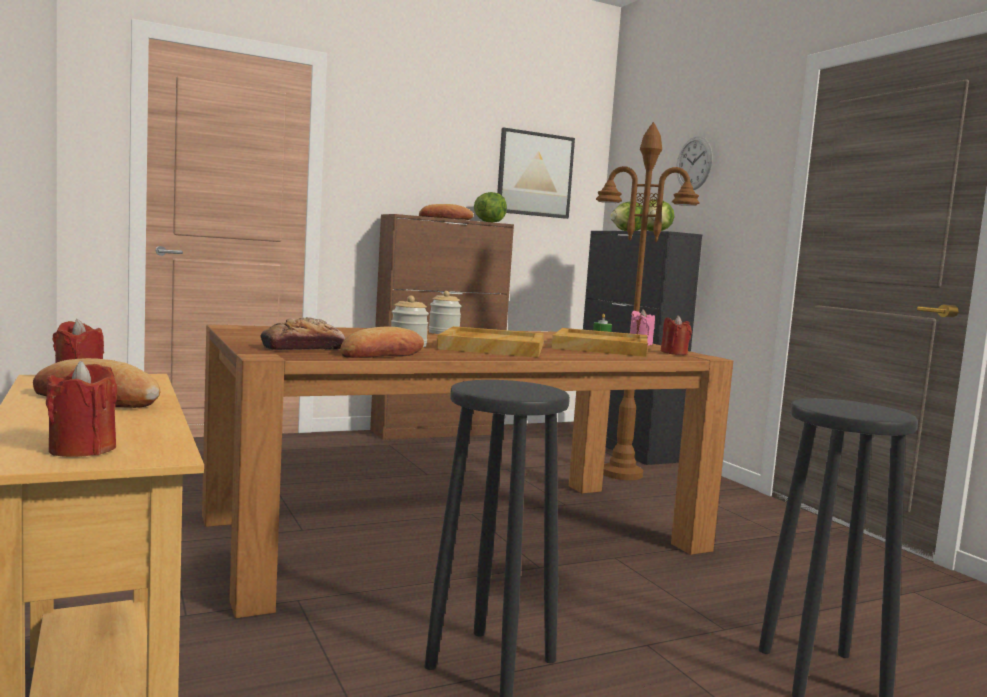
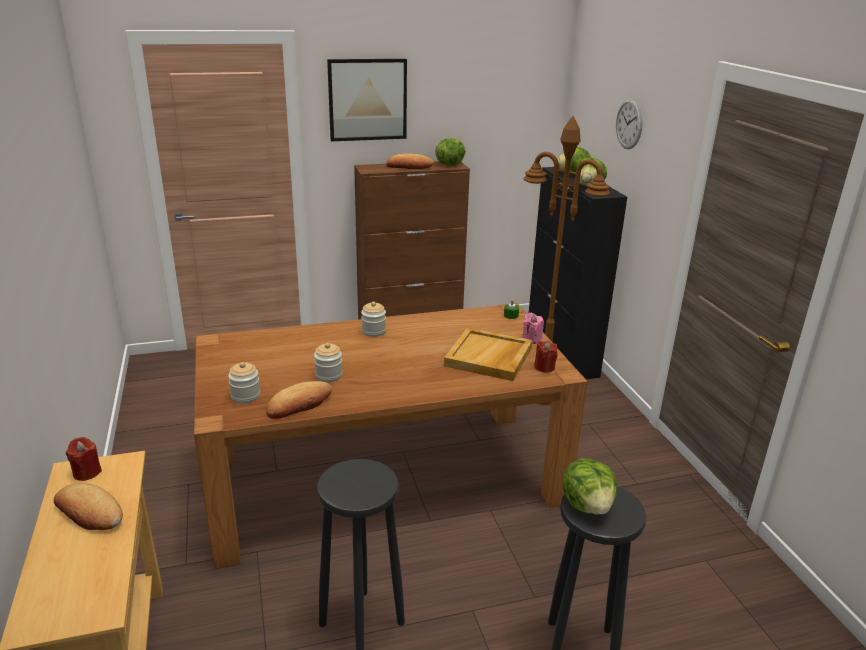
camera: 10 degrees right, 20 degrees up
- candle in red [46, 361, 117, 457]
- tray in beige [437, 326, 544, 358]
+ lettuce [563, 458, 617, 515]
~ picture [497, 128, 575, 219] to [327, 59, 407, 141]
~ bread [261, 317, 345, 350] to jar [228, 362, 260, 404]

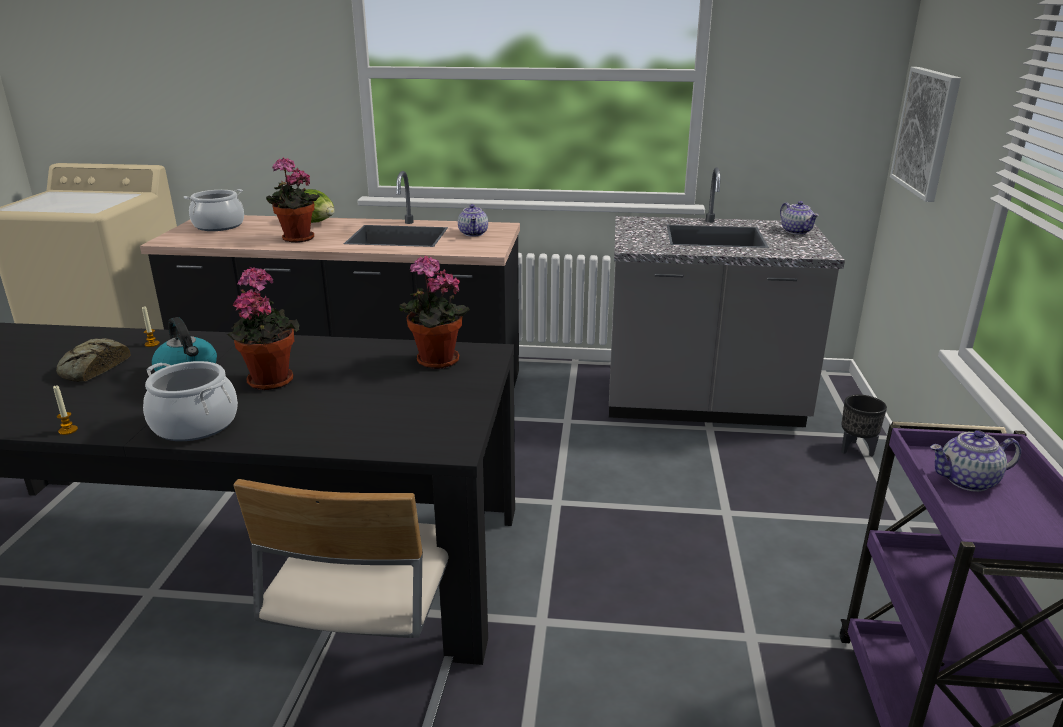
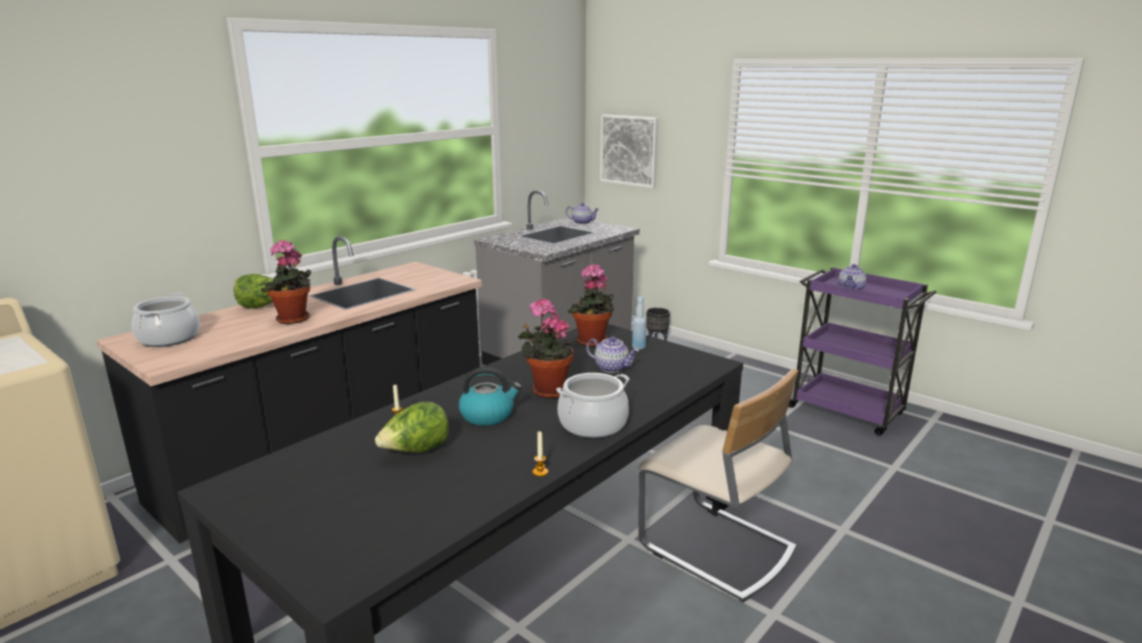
camera: 55 degrees left, 5 degrees down
+ bottle in blue [632, 297, 647, 349]
~ teapot [458, 204, 488, 237] to [586, 336, 639, 373]
~ bread [56, 338, 131, 382] to lettuce [375, 402, 449, 453]

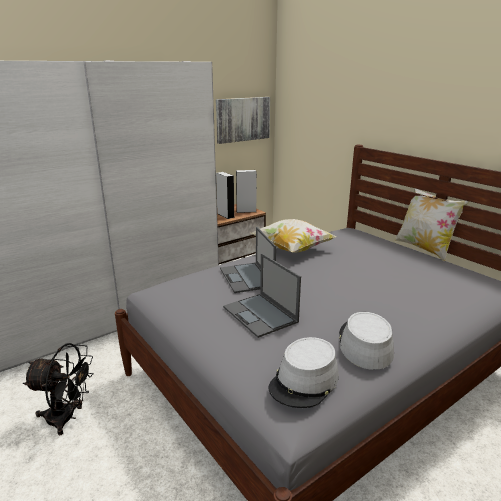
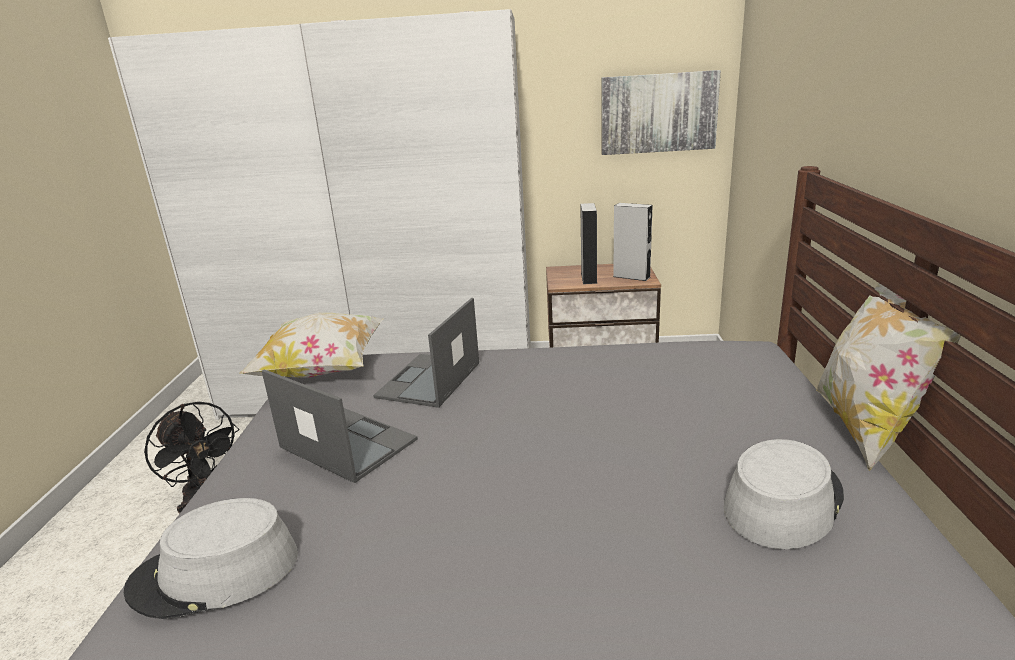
camera: 40 degrees right, 0 degrees up
~ pillow [251, 219, 337, 253] to [239, 313, 384, 378]
~ hat in grey [339, 312, 394, 370] to [724, 439, 844, 549]
~ laptop [223, 253, 301, 338] = [262, 369, 418, 483] 120 degrees clockwise

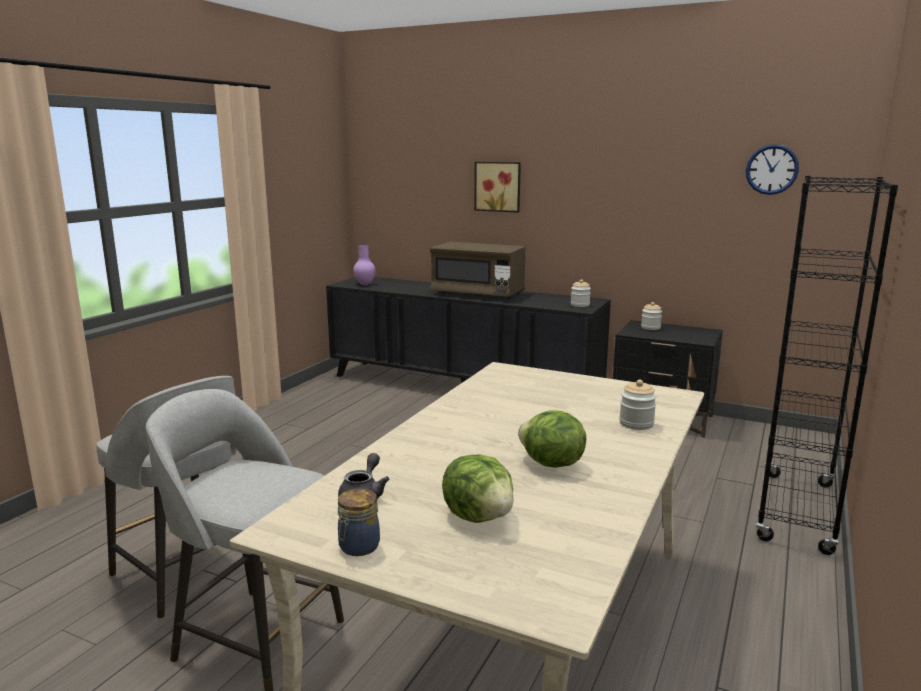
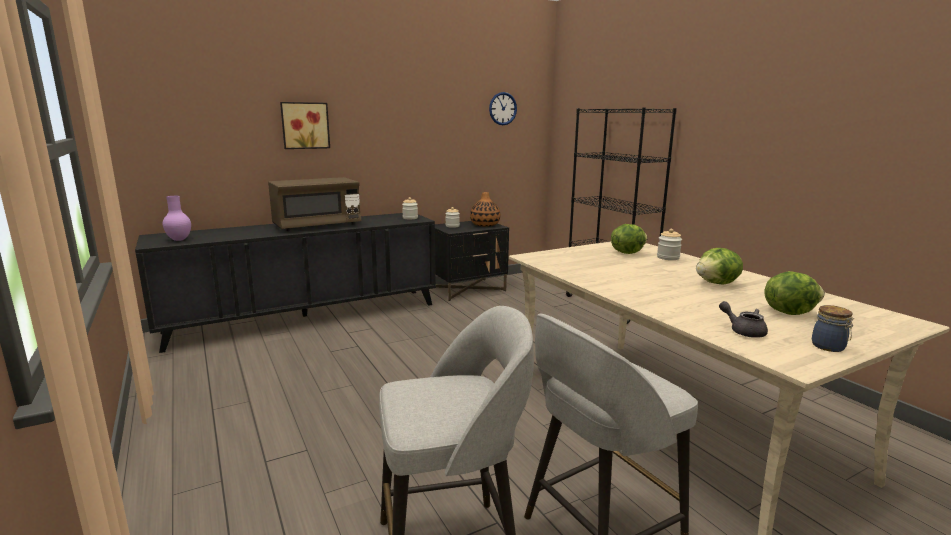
camera: 55 degrees left, 0 degrees up
+ vase [470, 192, 500, 227]
+ lettuce [611, 224, 648, 254]

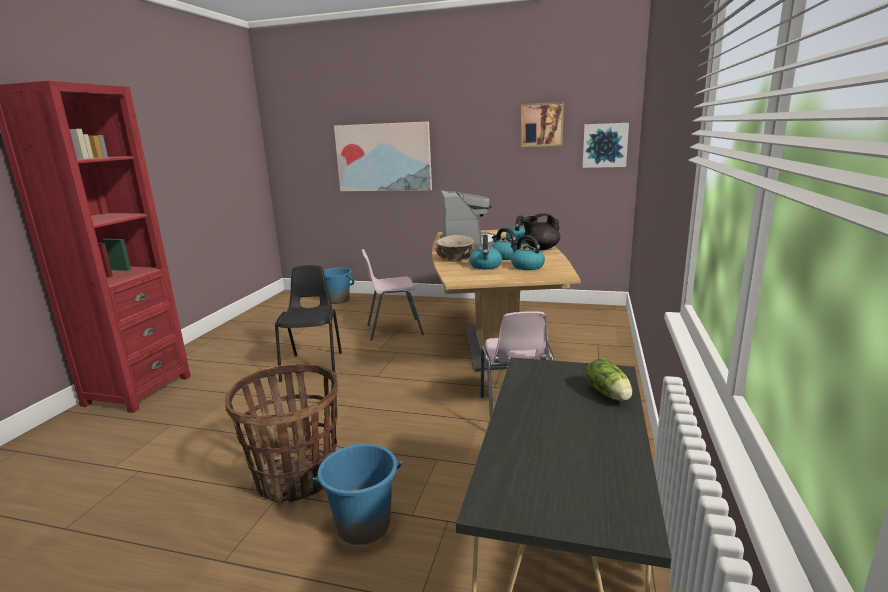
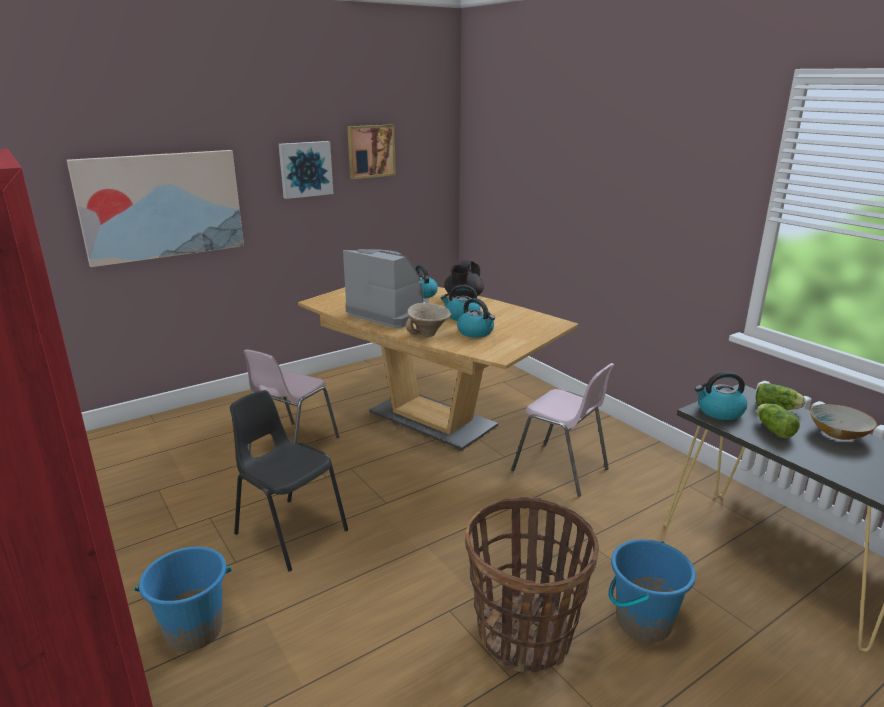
camera: 50 degrees left, 5 degrees up
+ lettuce [757, 404, 800, 438]
+ bowl [810, 404, 877, 440]
~ bucket in blue [323, 268, 354, 304] to [134, 547, 232, 652]
~ kettle [511, 235, 545, 270] to [695, 372, 747, 420]
~ picture [583, 123, 629, 168] to [279, 141, 334, 199]

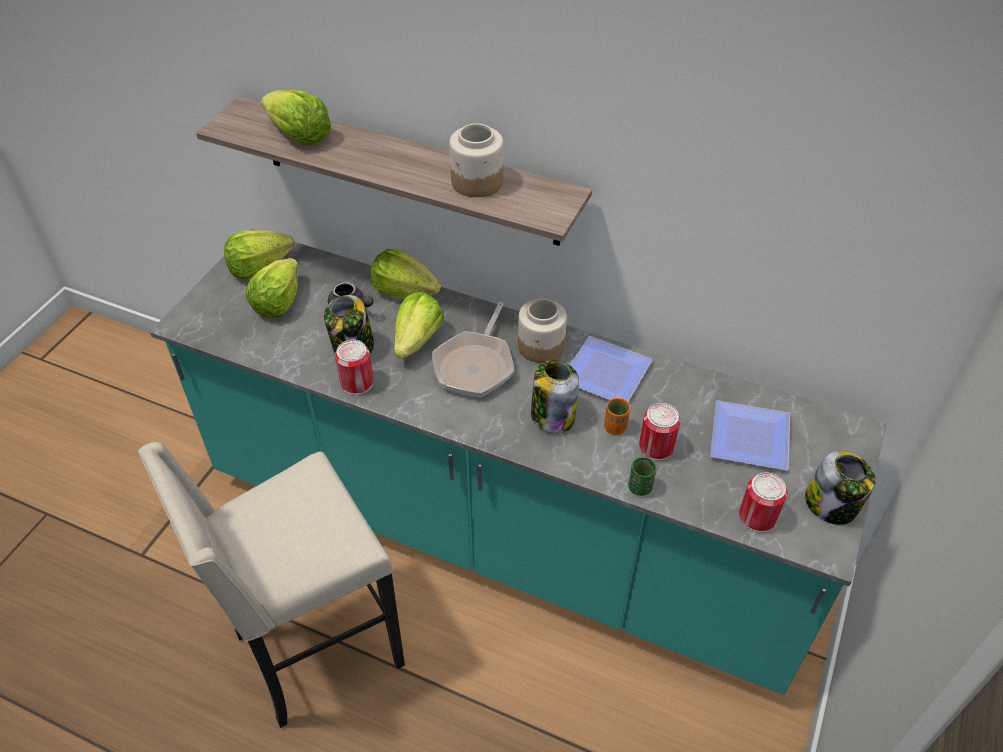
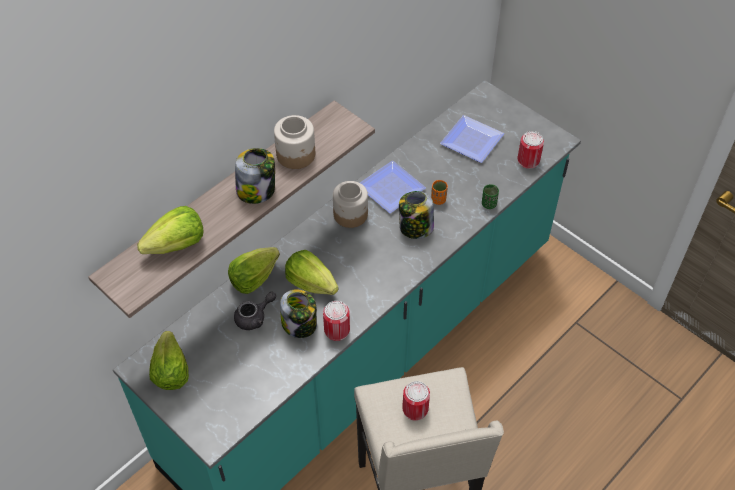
camera: 70 degrees left, 5 degrees up
- lettuce [246, 258, 299, 318]
- frying pan [432, 302, 514, 398]
~ can [639, 403, 681, 461] to [402, 381, 430, 421]
~ jar [805, 451, 876, 525] to [235, 148, 275, 204]

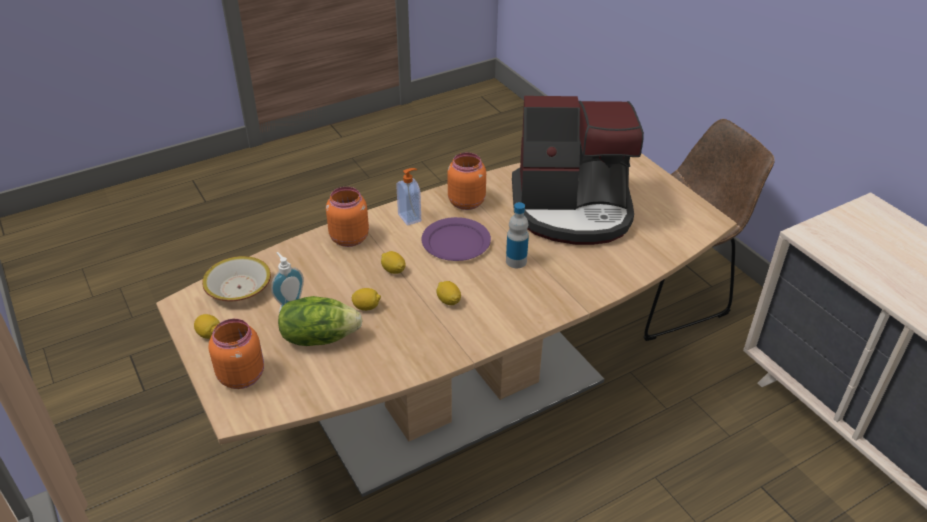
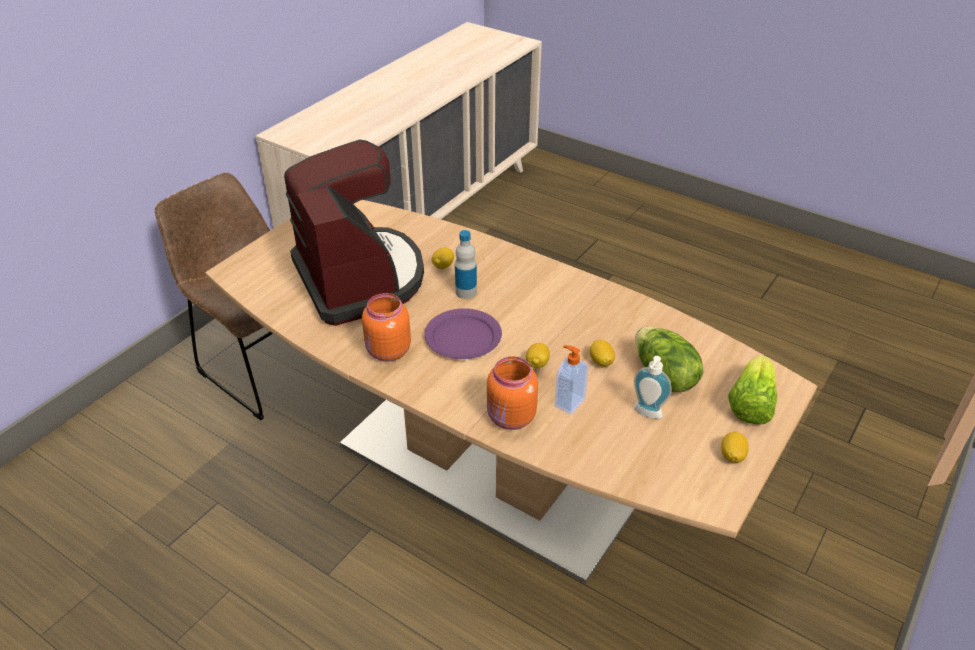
camera: 115 degrees left, 0 degrees up
- bowl [202, 256, 271, 301]
~ soap dispenser [396, 168, 421, 226] to [554, 345, 589, 415]
~ lemon [437, 281, 461, 305] to [432, 247, 454, 269]
~ jar in orange [208, 319, 264, 389] to lettuce [728, 355, 777, 424]

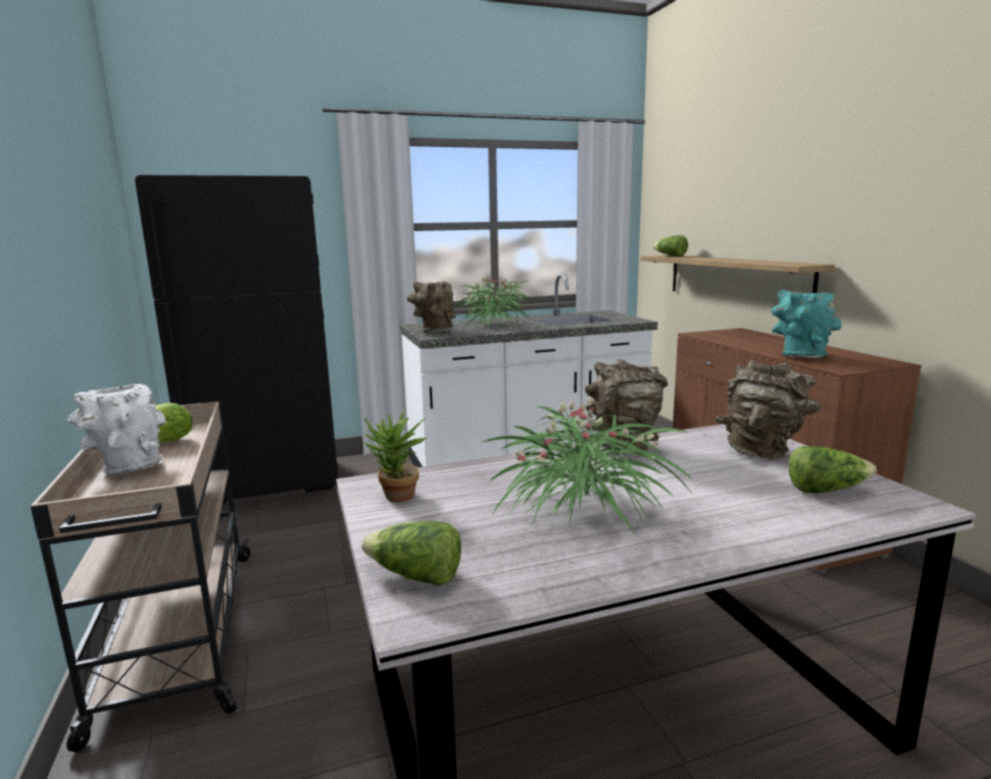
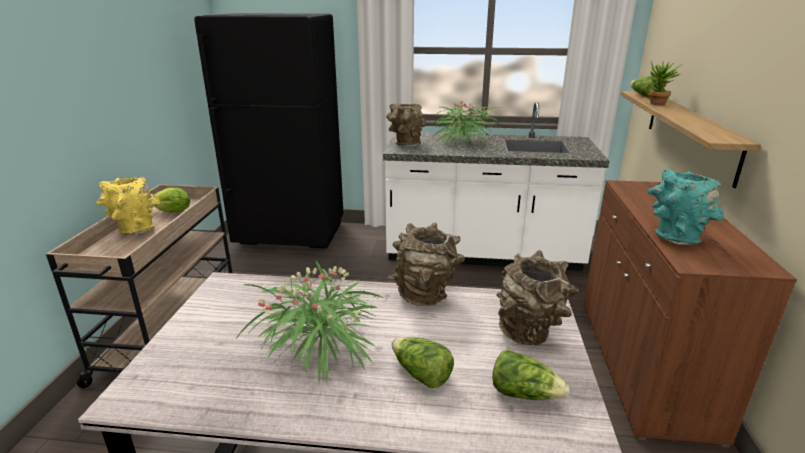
camera: 25 degrees right, 10 degrees up
~ lettuce [361, 521, 461, 586] to [391, 337, 454, 388]
~ potted plant [364, 410, 427, 502] to [649, 61, 681, 105]
~ vase in white [67, 384, 167, 475] to vase in yellow [96, 178, 160, 234]

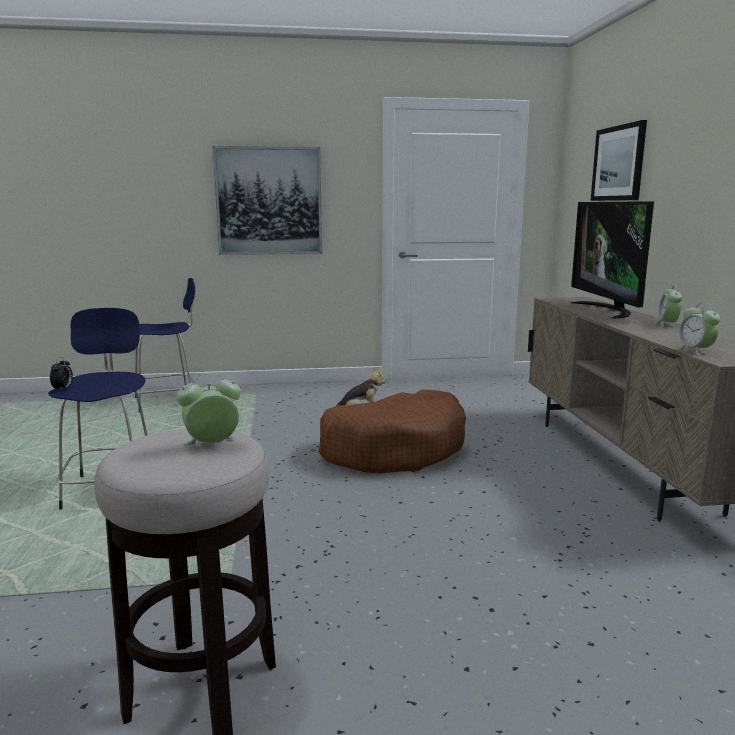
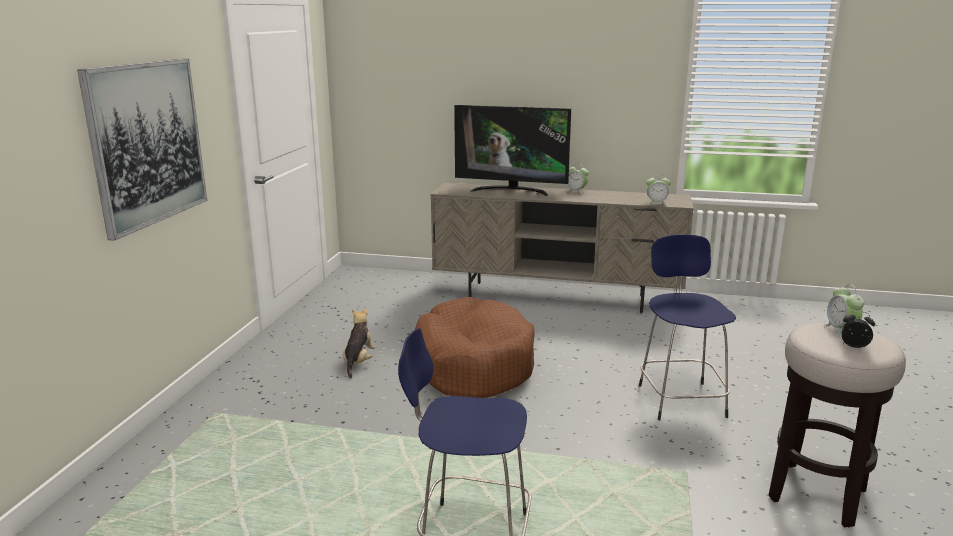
camera: 70 degrees left, 5 degrees up
- picture [591, 120, 647, 201]
~ alarm clock [50, 357, 73, 391] to [842, 311, 875, 348]
~ stool in blue [134, 278, 195, 413] to [639, 235, 736, 420]

